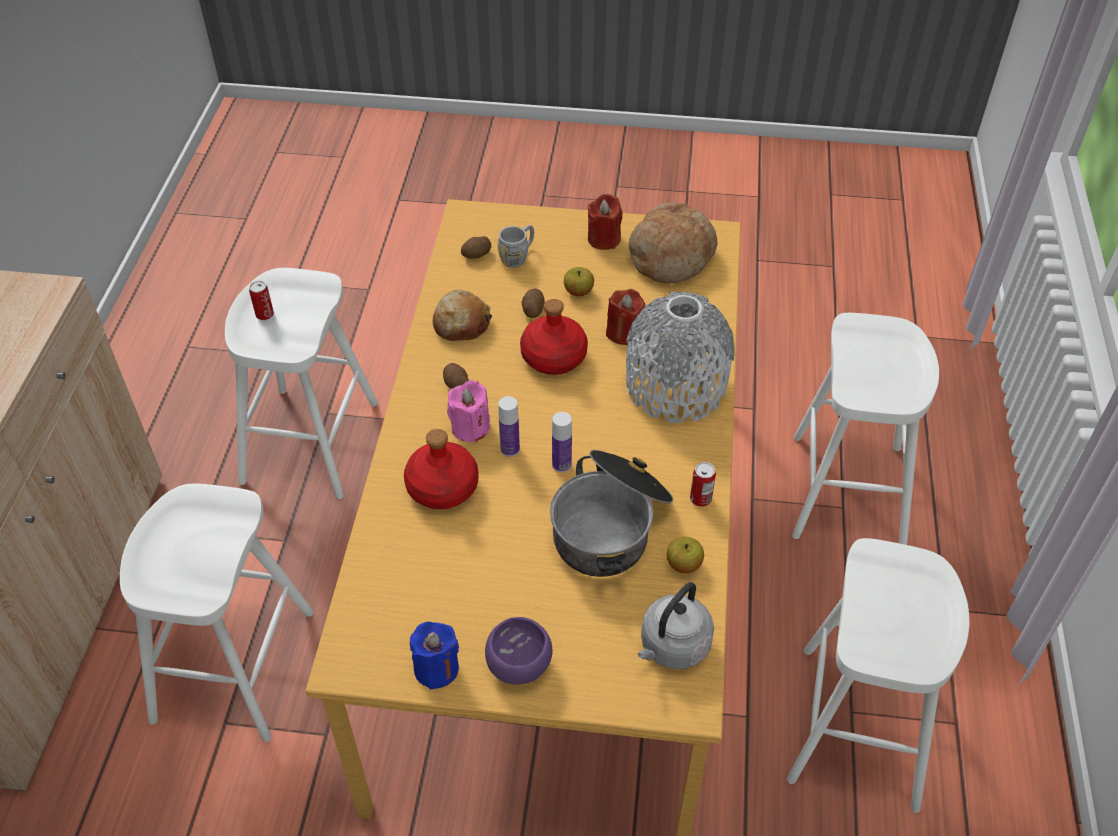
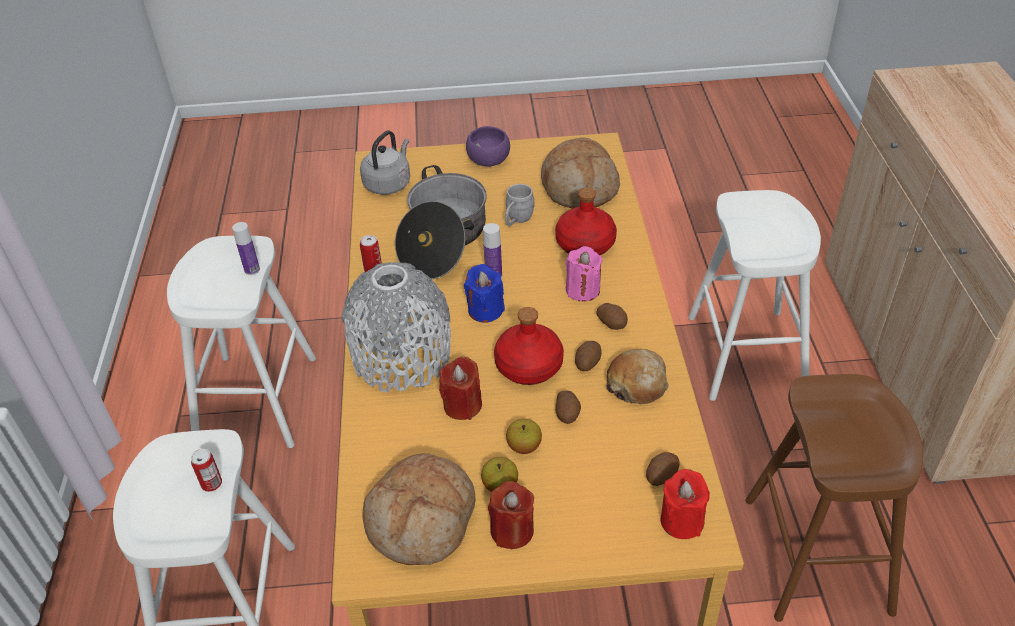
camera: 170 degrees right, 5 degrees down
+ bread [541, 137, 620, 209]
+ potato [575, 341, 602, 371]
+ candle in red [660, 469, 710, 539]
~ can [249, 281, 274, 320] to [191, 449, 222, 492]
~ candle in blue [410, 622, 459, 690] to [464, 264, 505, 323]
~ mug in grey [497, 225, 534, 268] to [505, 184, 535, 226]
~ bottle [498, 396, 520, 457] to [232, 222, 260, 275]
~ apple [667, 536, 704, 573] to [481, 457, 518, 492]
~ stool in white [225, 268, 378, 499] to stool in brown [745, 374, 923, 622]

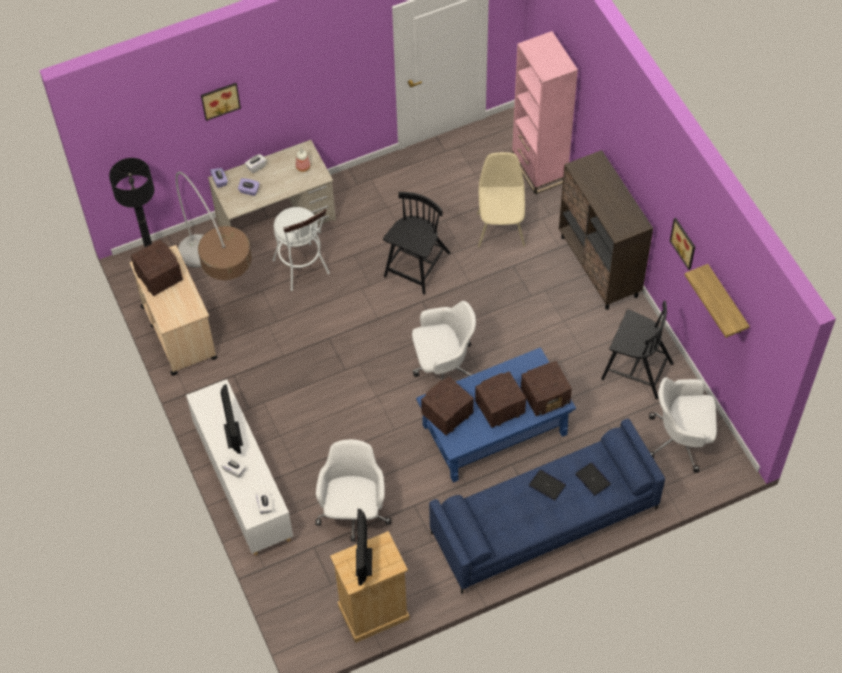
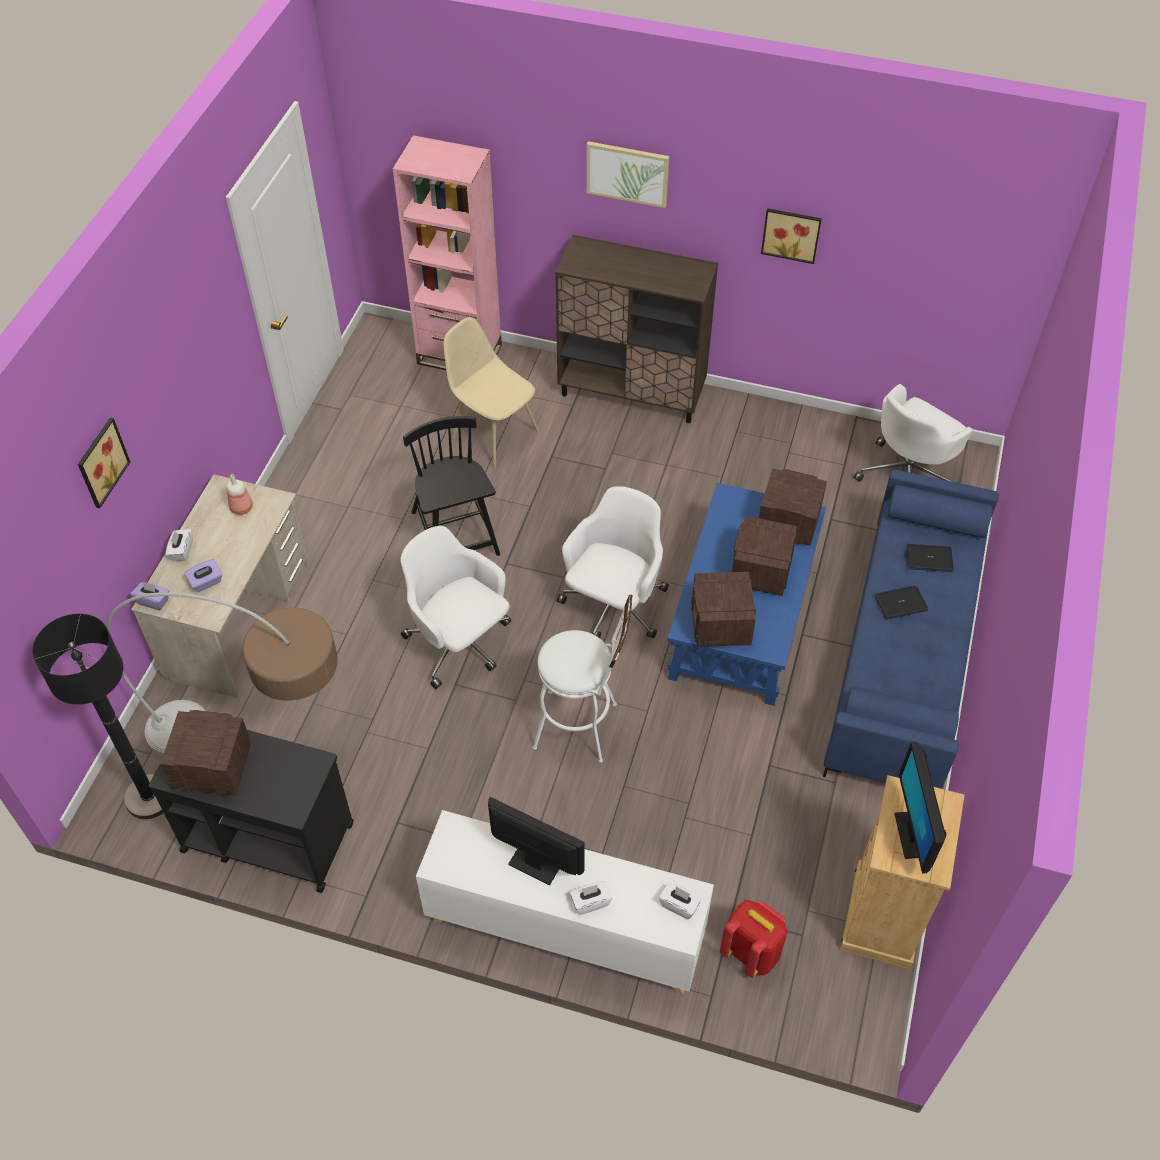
camera: 50 degrees left, 5 degrees down
- chair in black [601, 301, 674, 400]
- shelf [685, 264, 750, 338]
+ picture [587, 141, 669, 208]
+ backpack in red [720, 900, 787, 978]
~ stool in white [273, 207, 330, 291] to [533, 595, 632, 763]
~ office chair in white [315, 439, 391, 542] to [400, 526, 511, 689]
~ cart in beige [130, 245, 218, 376] to cart in black [148, 730, 354, 893]
~ monitor [356, 509, 372, 585] = [895, 742, 947, 874] 45 degrees clockwise
~ radio [521, 361, 572, 416] = [759, 468, 827, 546] 90 degrees counterclockwise

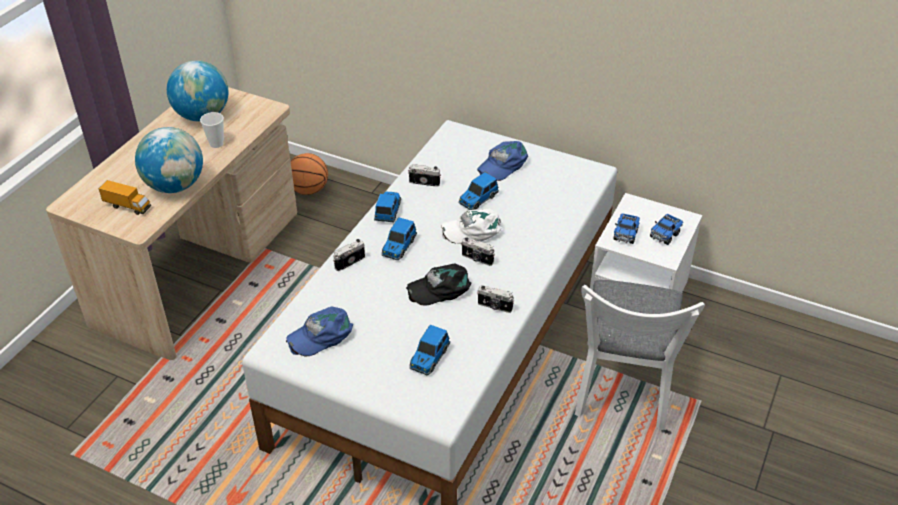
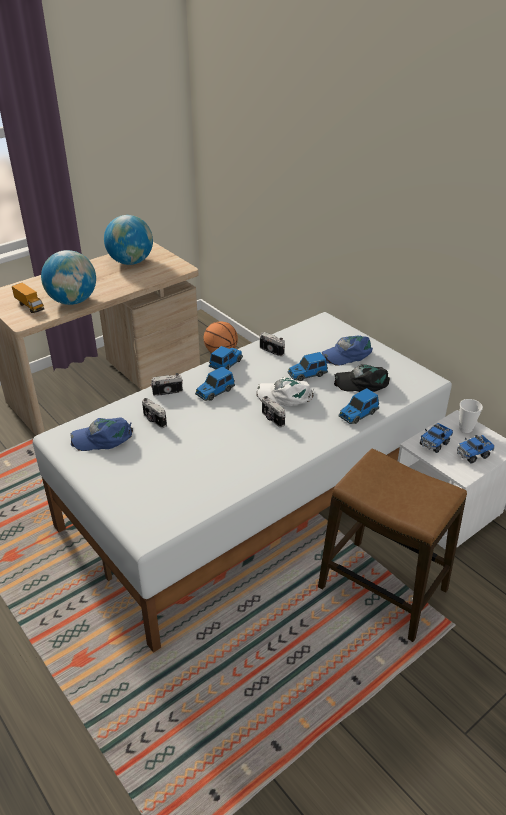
camera: 25 degrees right, 5 degrees down
~ cup [200, 112, 224, 148] to [459, 399, 483, 433]
~ cap in black [406, 264, 471, 305] to [334, 364, 390, 392]
~ toy car [409, 325, 450, 375] to [339, 388, 379, 424]
~ photo camera [477, 285, 514, 313] to [142, 398, 167, 428]
~ chair in white [575, 280, 705, 431] to stool [318, 449, 467, 642]

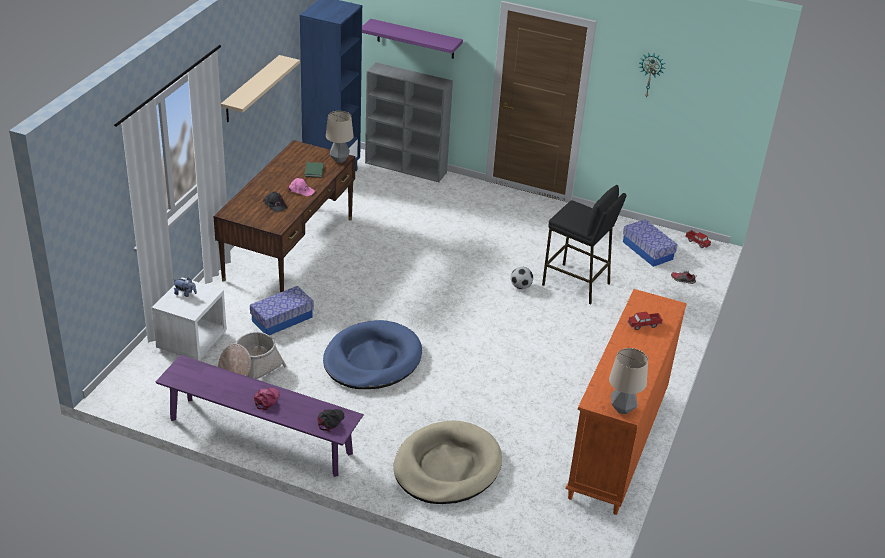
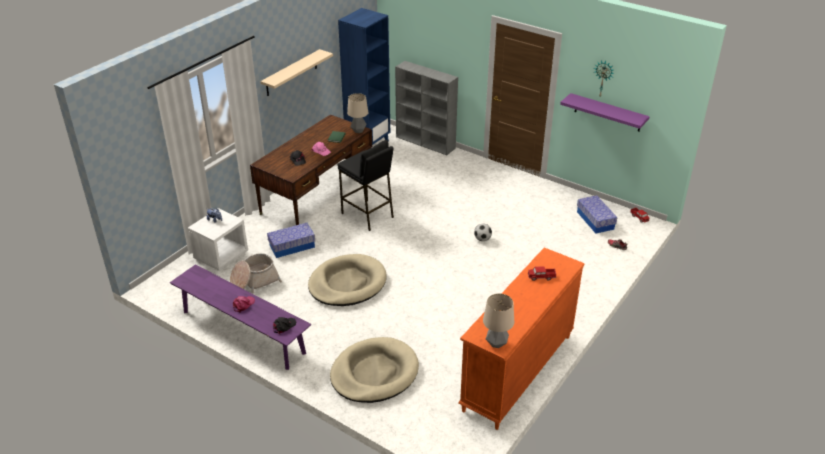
camera: 15 degrees right, 0 degrees up
~ shelf in purple [362, 19, 463, 59] to [560, 93, 650, 131]
~ stool in black [542, 185, 627, 305] to [338, 140, 394, 231]
~ dog bed in blue [323, 320, 422, 389] to dog bed in beige [308, 254, 387, 306]

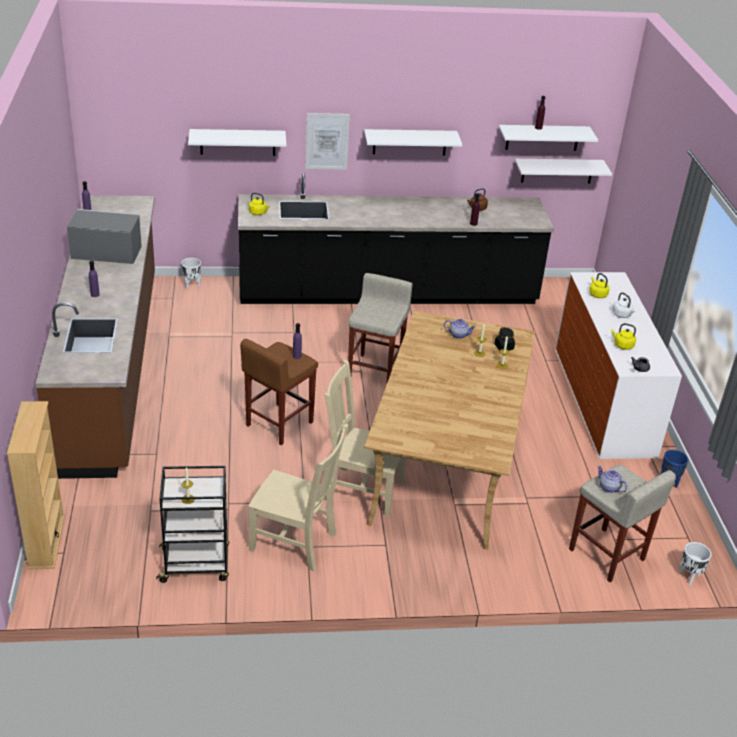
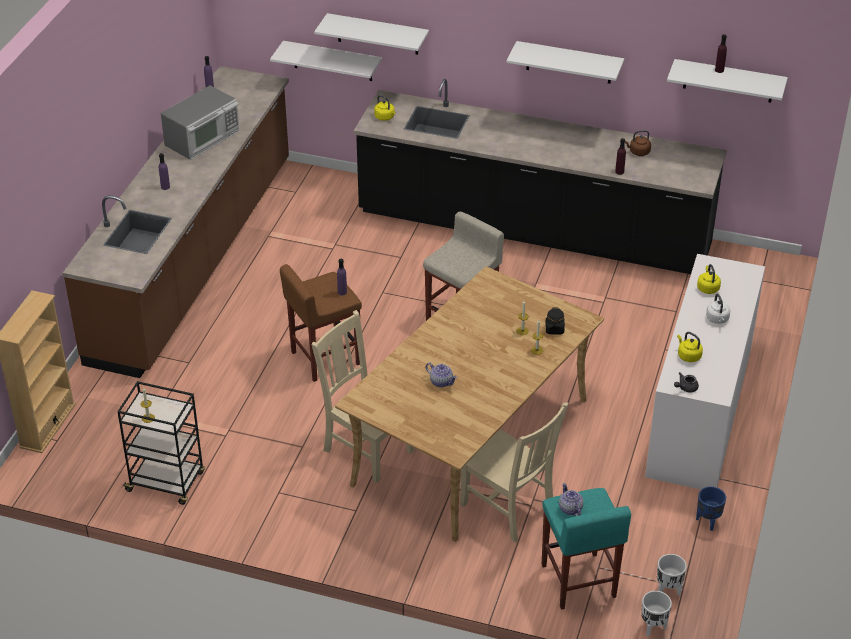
camera: 25 degrees right, 5 degrees up
- picture [305, 113, 350, 170]
~ planter in white [181, 258, 201, 289] to [657, 554, 687, 596]
~ chair in beige [248, 424, 348, 572] to [460, 402, 569, 542]
~ teapot [444, 319, 476, 339] to [426, 363, 457, 387]
~ shelf in white [515, 159, 612, 183] to [270, 41, 382, 81]
~ stool in beige [569, 465, 676, 582] to stool in turquoise [542, 488, 631, 610]
~ microwave [67, 209, 142, 264] = [161, 86, 240, 160] 105 degrees clockwise

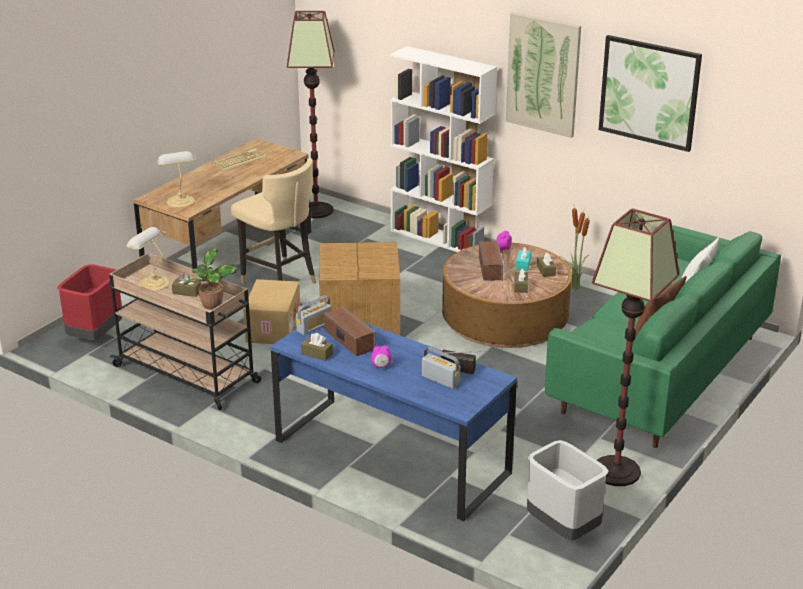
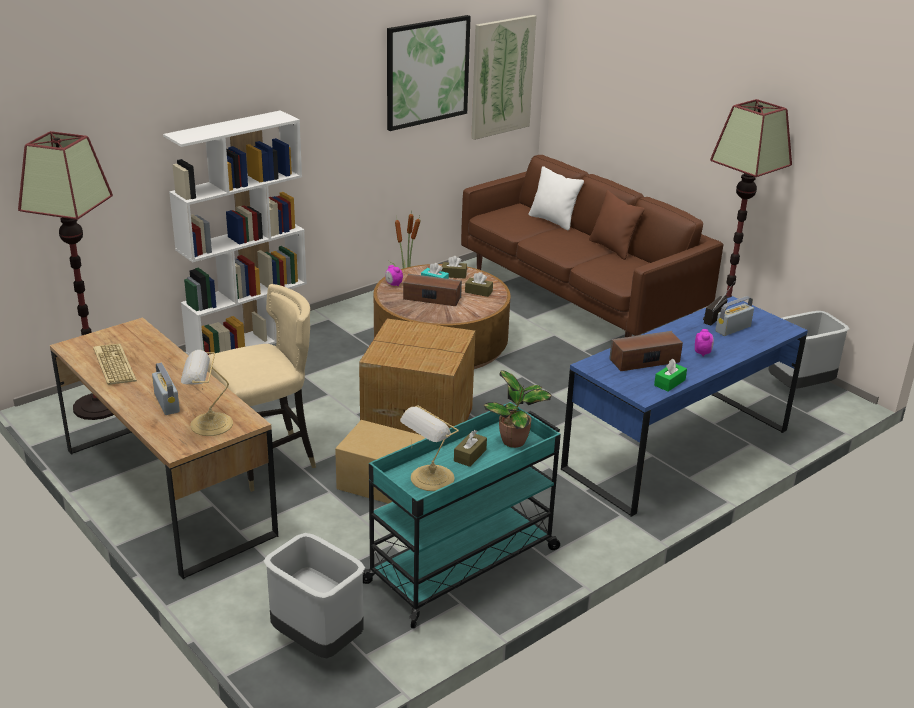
camera: 75 degrees left, 0 degrees up
~ radio [296, 296, 332, 335] to [152, 362, 180, 415]
~ picture [506, 12, 581, 138] to [471, 15, 536, 140]
~ trash can in red [57, 264, 122, 340] to trash can in grey [264, 533, 365, 659]
~ cart in beige [109, 253, 261, 410] to cart in turquoise [363, 402, 561, 628]
~ tissue box in brown [301, 333, 333, 361] to tissue box in green [654, 359, 687, 392]
~ sofa in green [545, 226, 781, 448] to sofa in brown [461, 155, 723, 337]

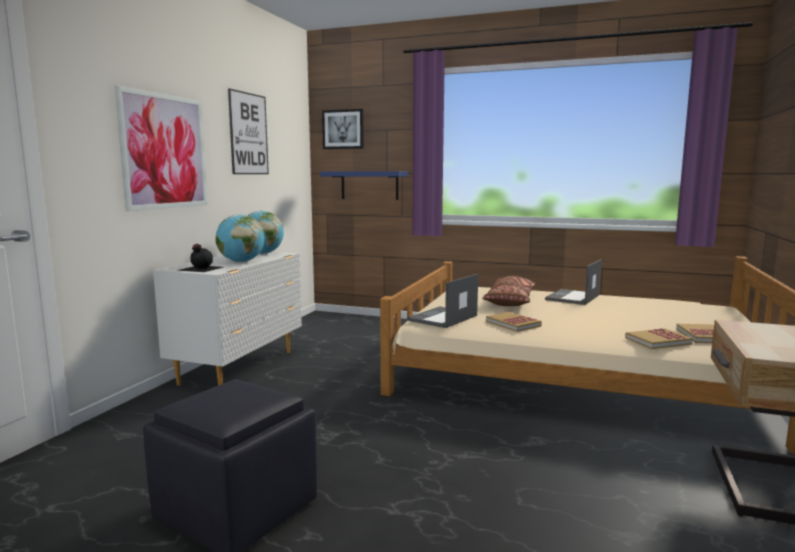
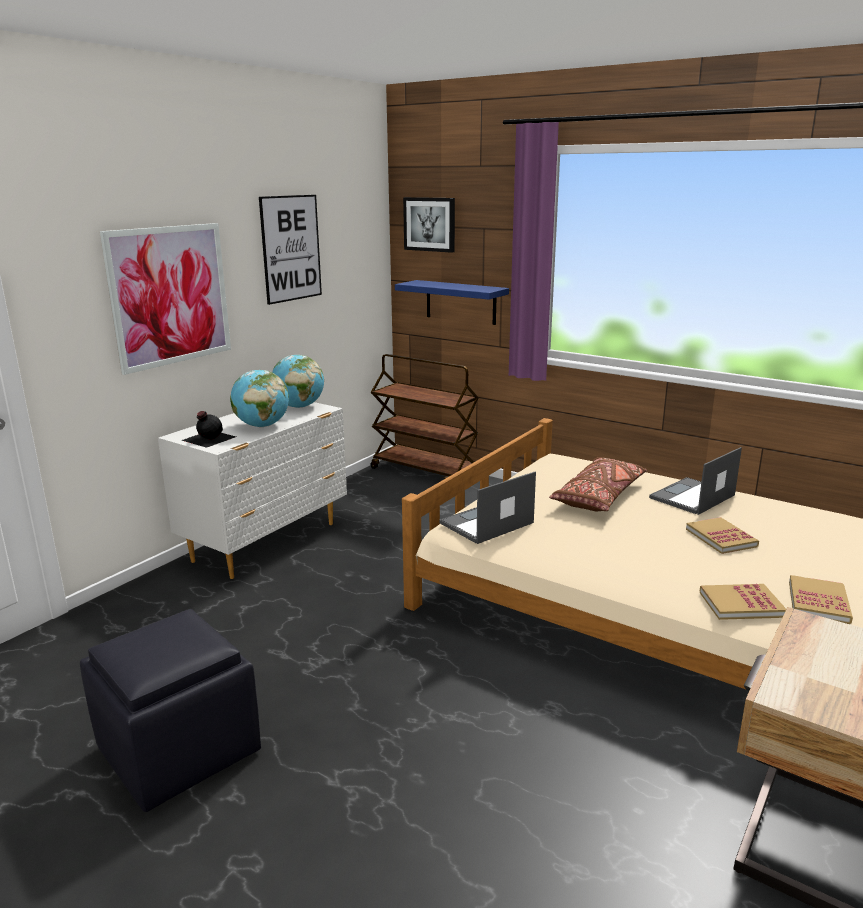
camera: 15 degrees right, 10 degrees up
+ cart in brown [370, 354, 479, 479]
~ book [486, 312, 542, 332] to [686, 517, 759, 554]

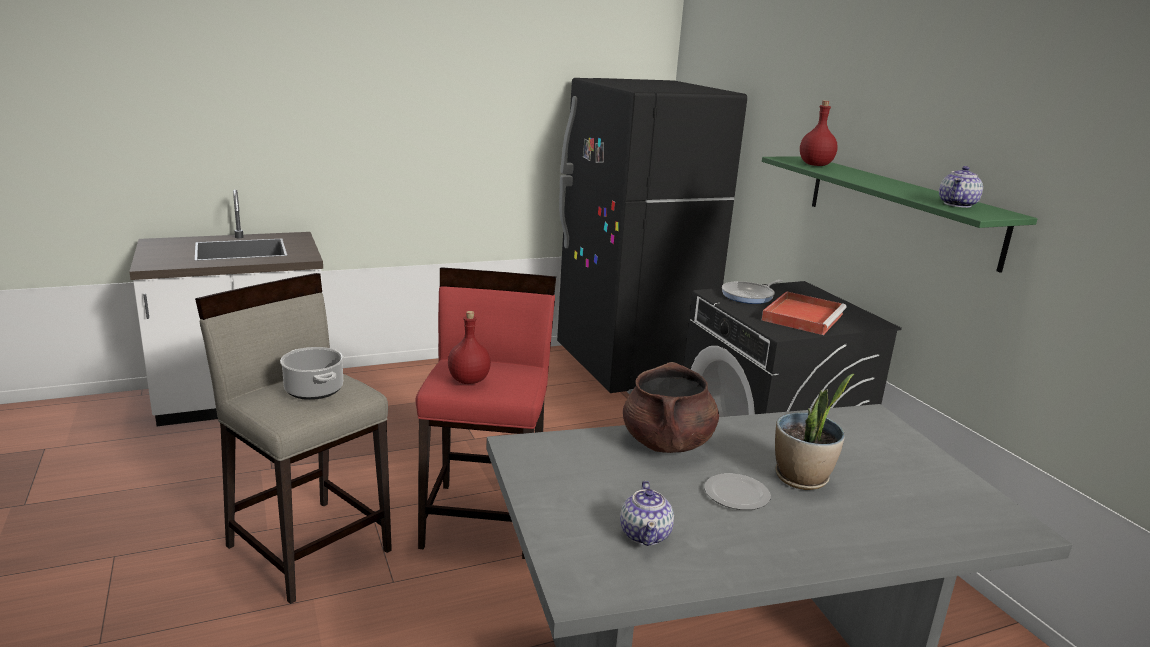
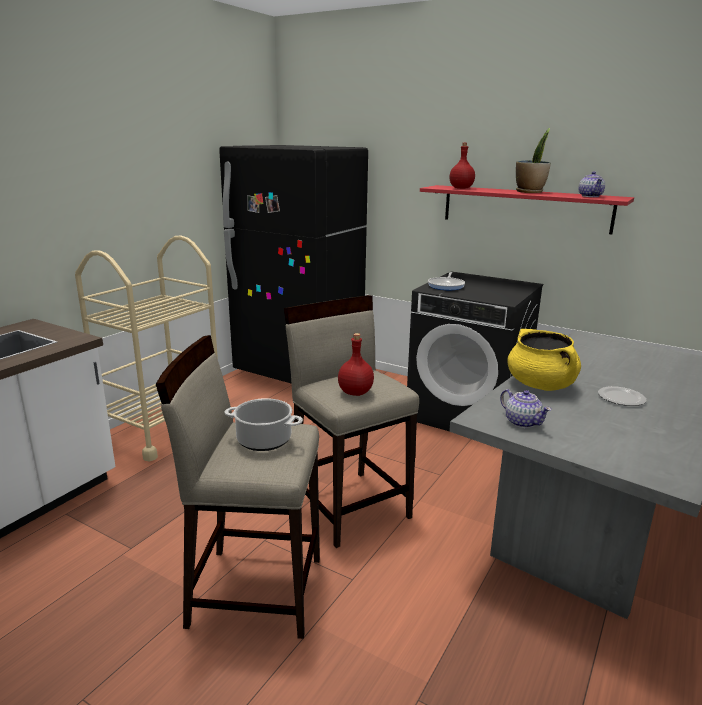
camera: 35 degrees left, 0 degrees up
- tray in red [762, 291, 847, 335]
+ cart in beige [75, 236, 218, 462]
~ teapot [620, 481, 674, 546] to [500, 389, 552, 428]
~ potted plant [775, 374, 854, 490] to [516, 128, 551, 193]
~ stool in red [416, 267, 556, 559] to stool in beige [284, 295, 419, 548]
~ cooking pot in brown [623, 362, 719, 453] to cooking pot in yellow [507, 329, 581, 391]
~ shelf in green [762, 156, 1038, 273] to shelf in red [420, 185, 634, 234]

